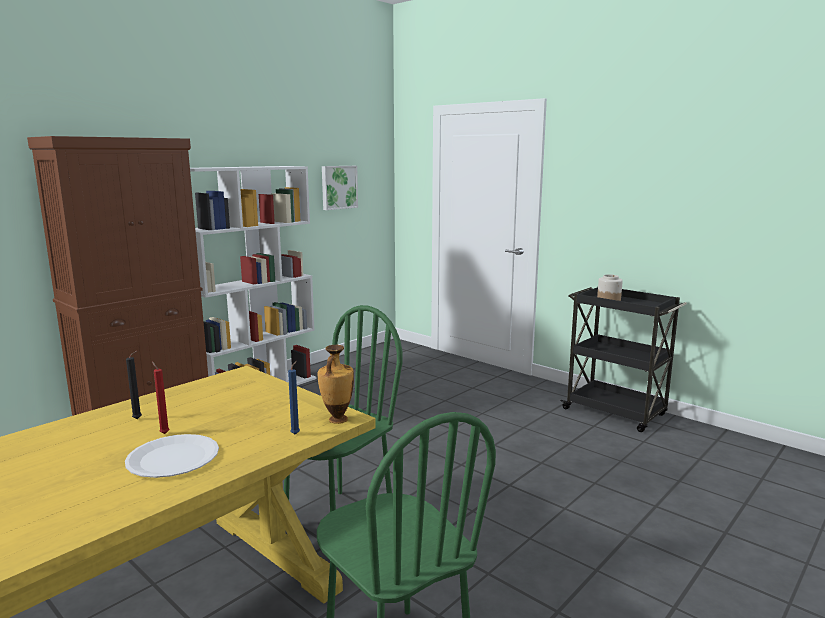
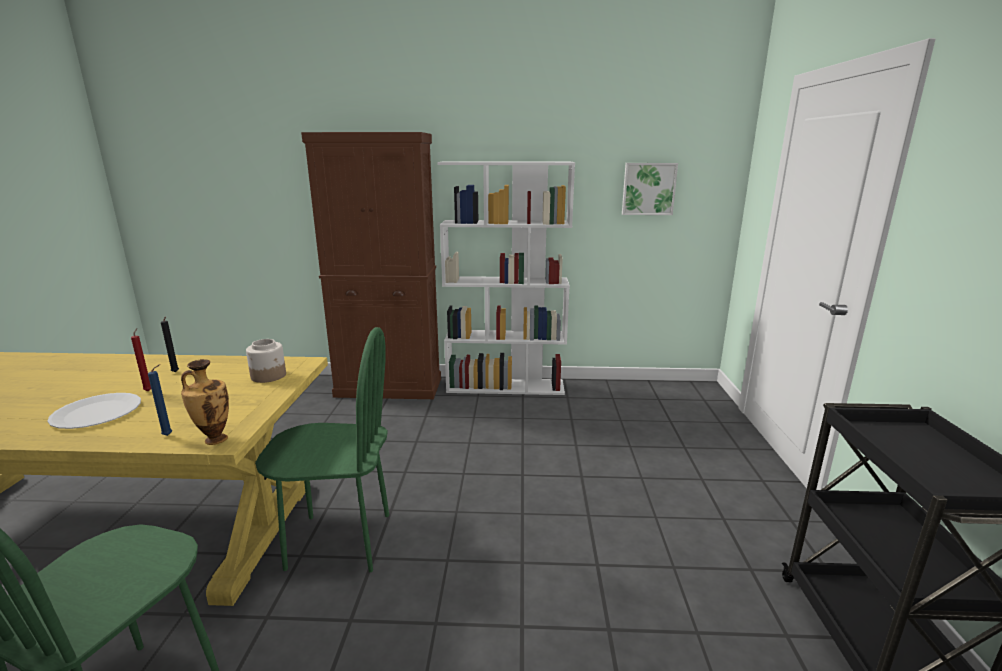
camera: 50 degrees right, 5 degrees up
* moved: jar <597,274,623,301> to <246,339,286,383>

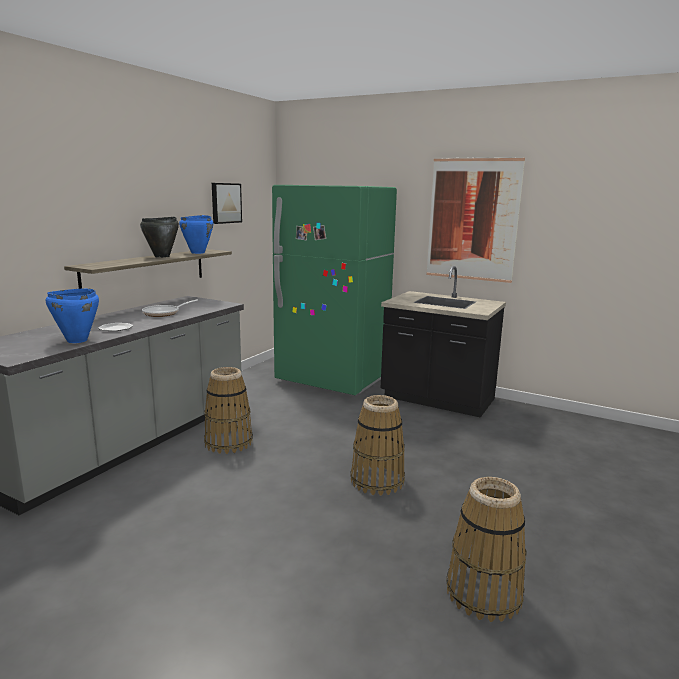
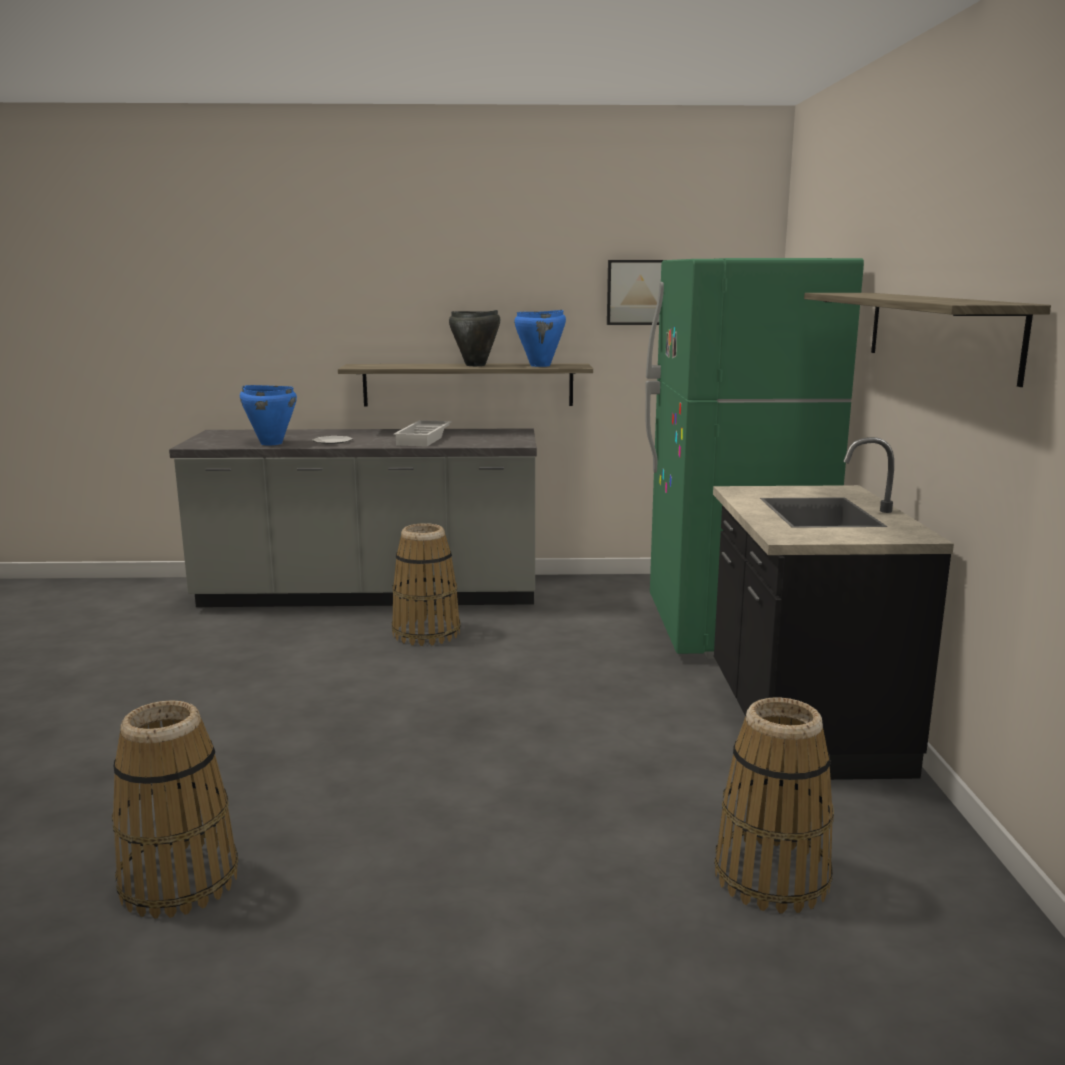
camera: 60 degrees right, 0 degrees up
* replaced: frying pan <142,300,198,317> to whitish serving tray <393,420,452,447>
* moved: basket <350,395,405,496> to <714,697,834,914>
* replaced: wall art <426,157,525,283> to bracket shelf <804,293,1051,387>

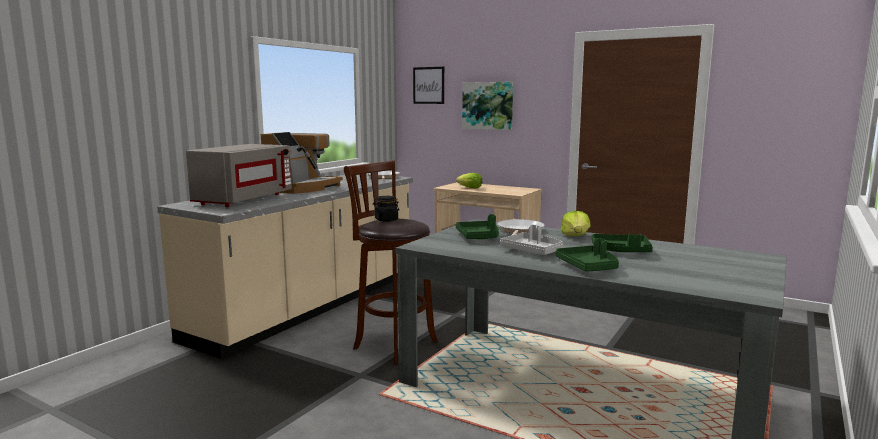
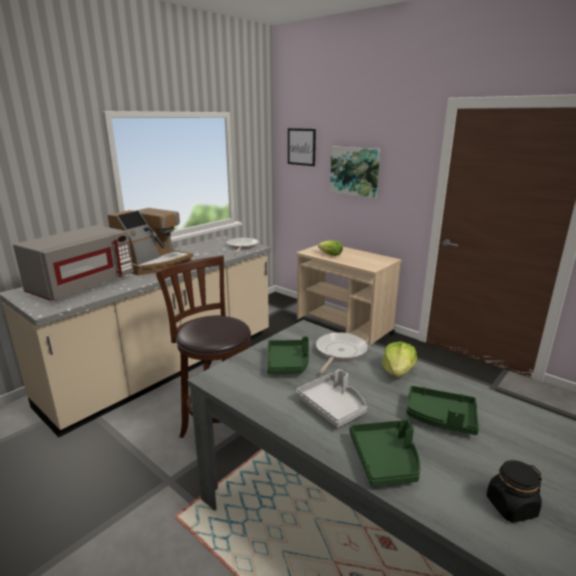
camera: 10 degrees right, 10 degrees up
* moved: blackish jar <373,196,399,221> to <486,460,542,523>

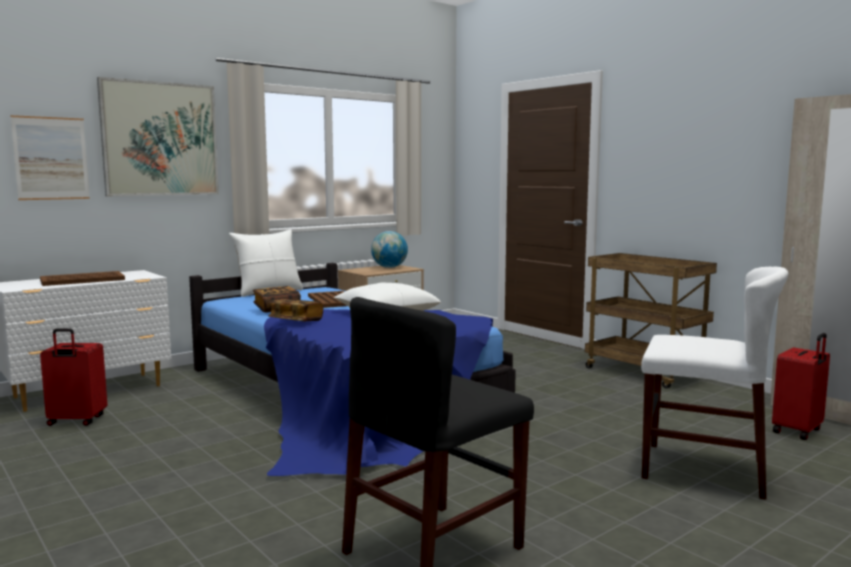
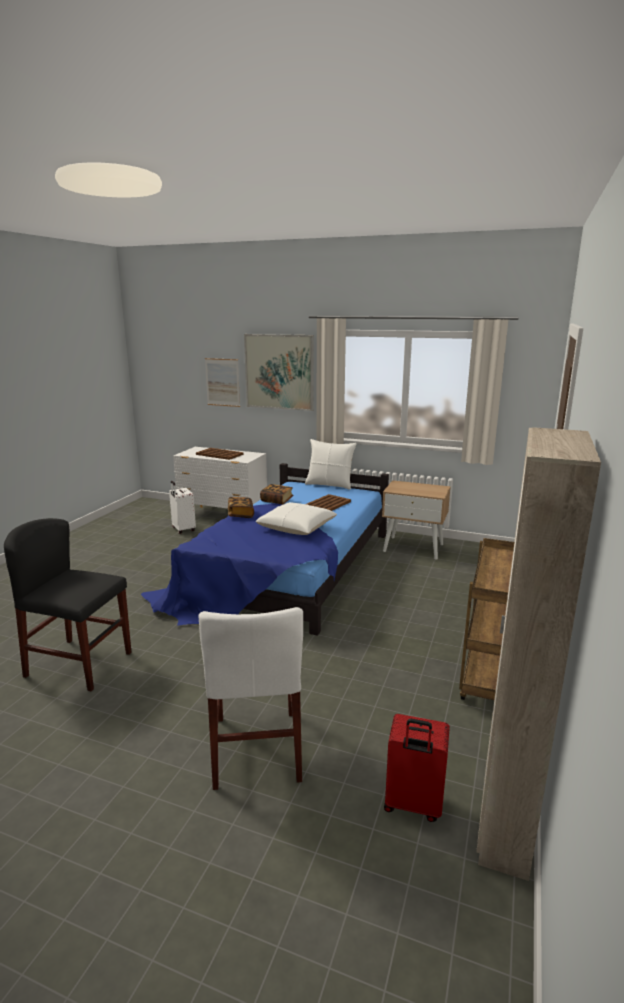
camera: 60 degrees right, 10 degrees up
* recoloured: red piece of luggage <40,328,107,426> to whitish piece of luggage <169,481,196,534>
* removed: desk globe <371,231,408,268>

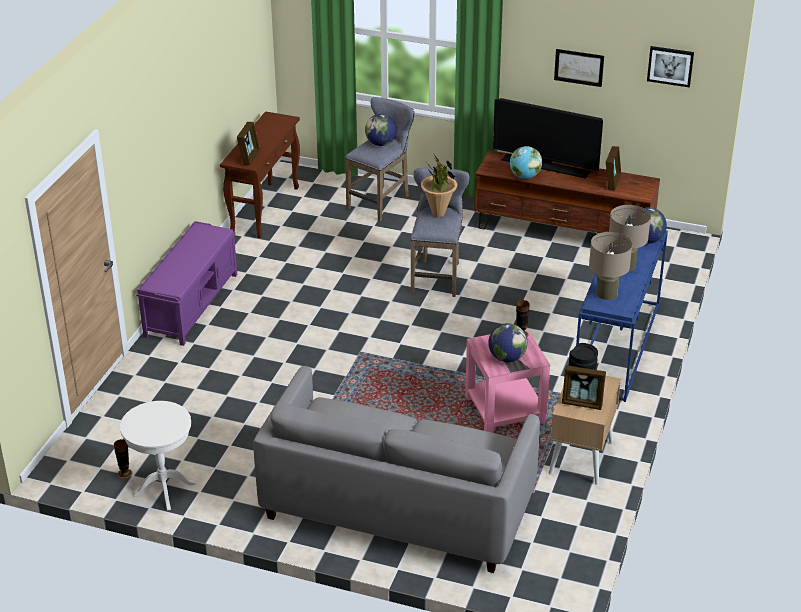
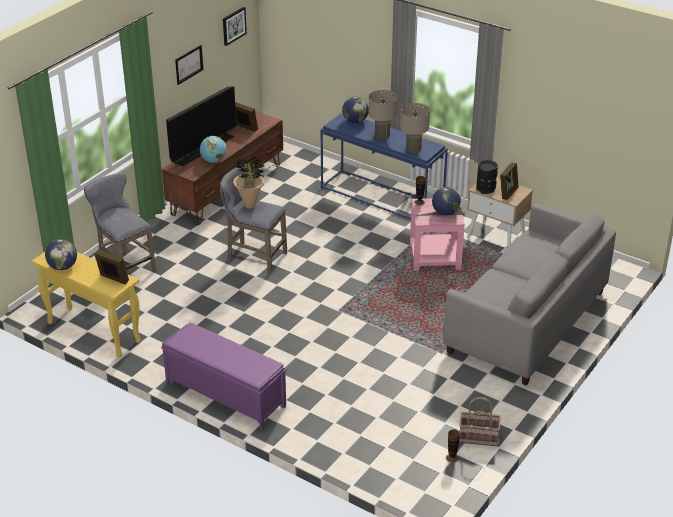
camera: 75 degrees left, 0 degrees up
* recoloured: brownish console table <220,111,300,238> to yellow console table <32,252,141,358>
* moved: desk globe <365,114,397,146> to <45,239,77,270>
* replaced: whitish side table <120,401,195,511> to basket <459,397,501,446>

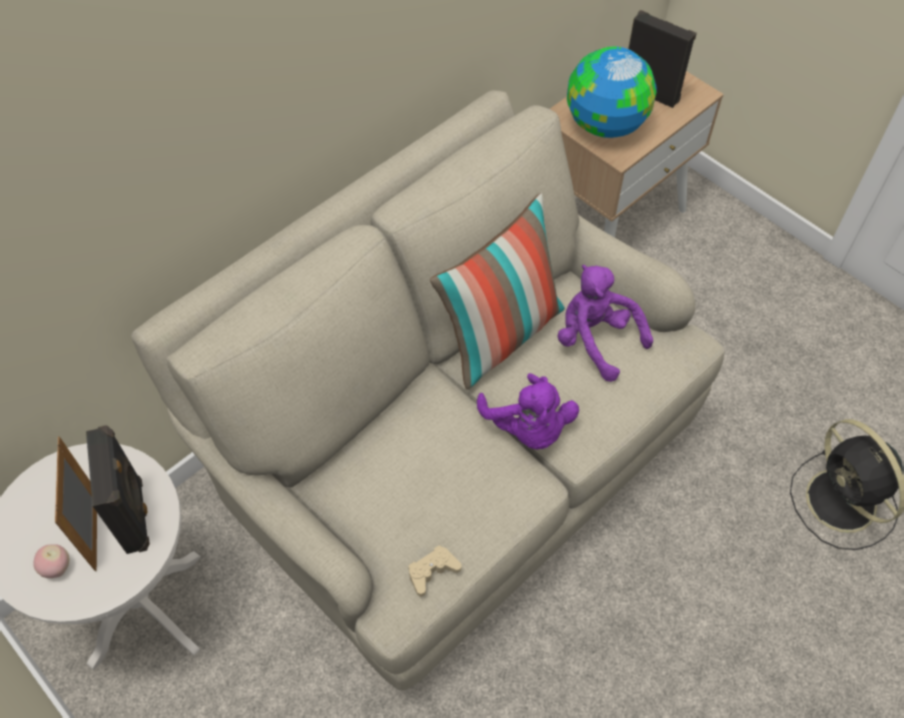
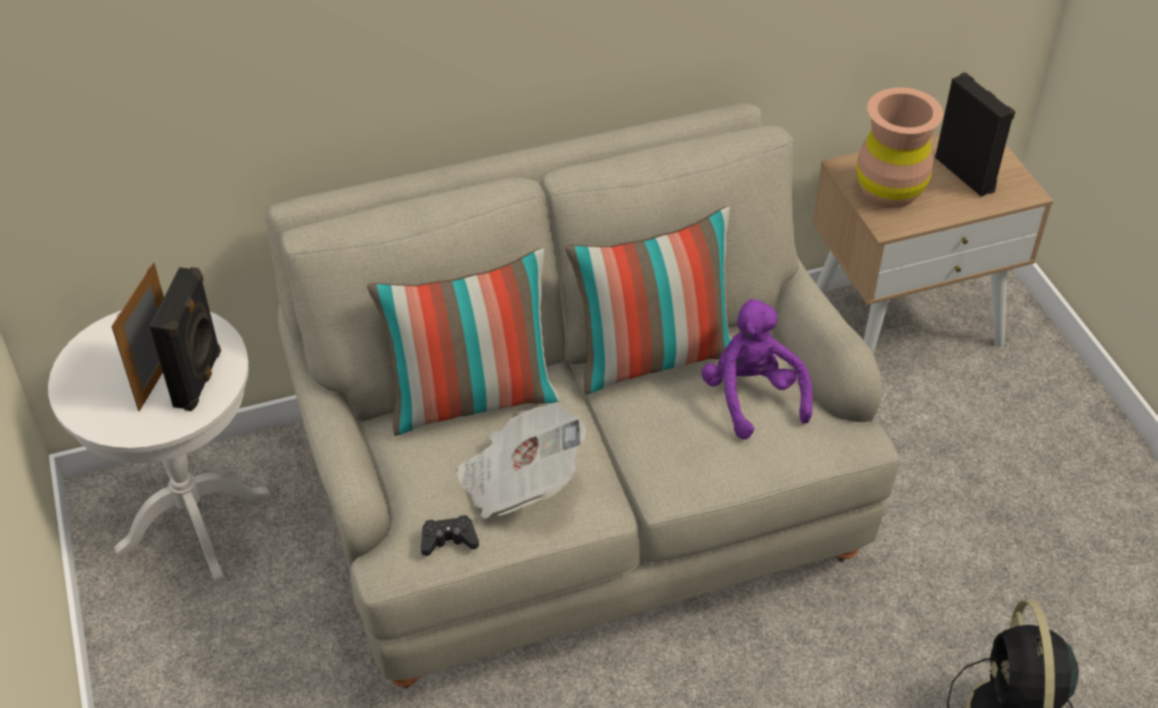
camera: 25 degrees right, 10 degrees down
* added: cushion <367,248,560,436>
* recoloured: beige-coloured gamepad <408,545,461,596> to blackish gamepad <421,515,479,556>
* added: printed paper <456,403,587,519>
* replaced: desk globe <567,46,657,138> to brownish flower vase <856,87,943,208>
* removed: apple <33,544,69,578>
* removed: purplish plush toy <477,373,579,450>

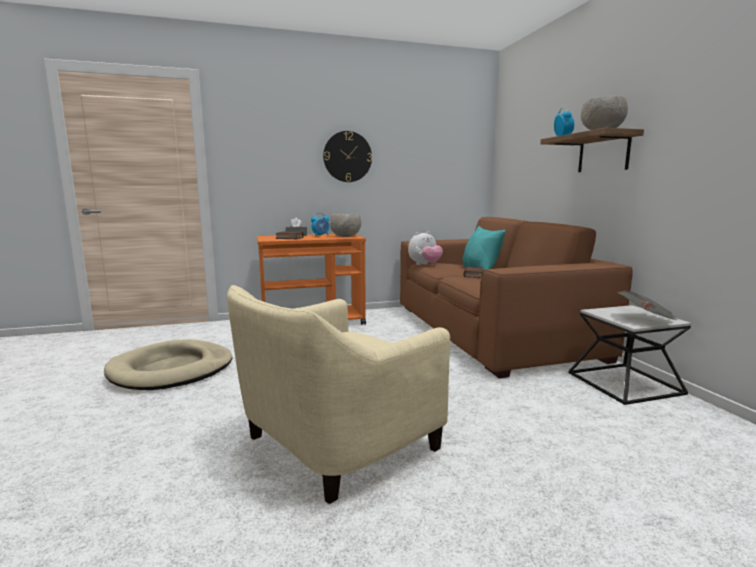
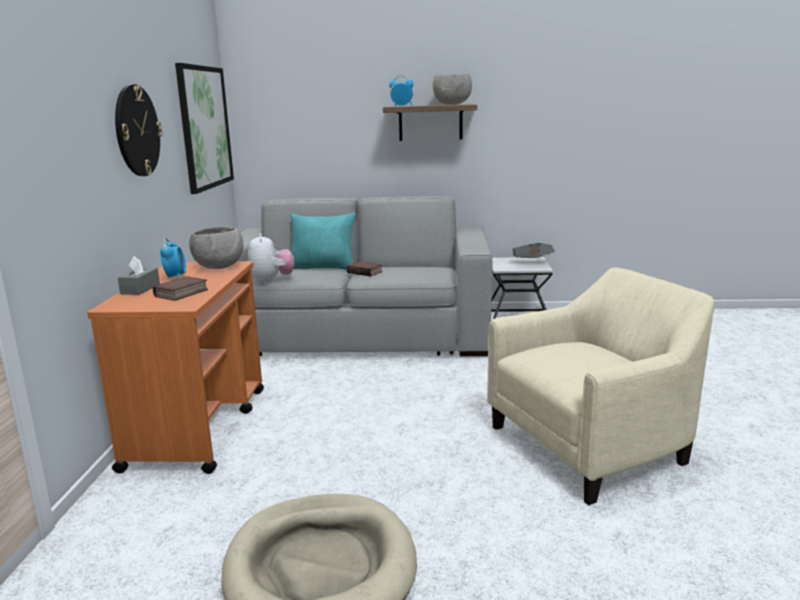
camera: 70 degrees left, 5 degrees up
* added: wall art <175,63,234,194>
* recoloured: brownish couch <400,217,633,378> to gray couch <238,196,492,356>
* turned: beige-coloured armchair <227,285,451,504> = <487,267,715,505> 90 degrees counterclockwise

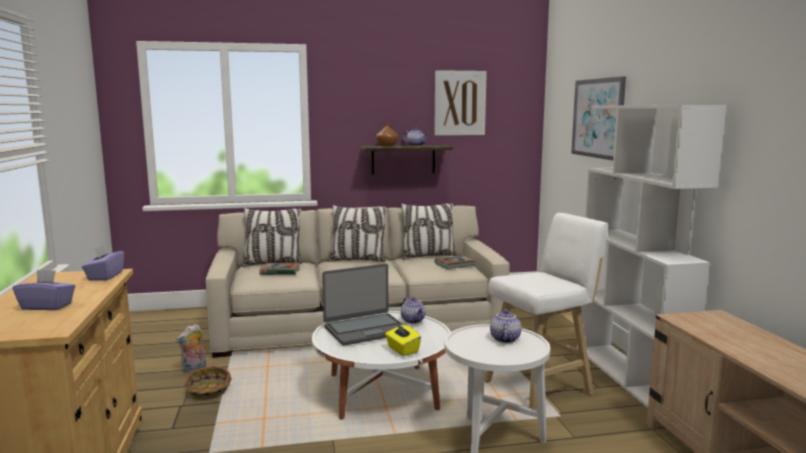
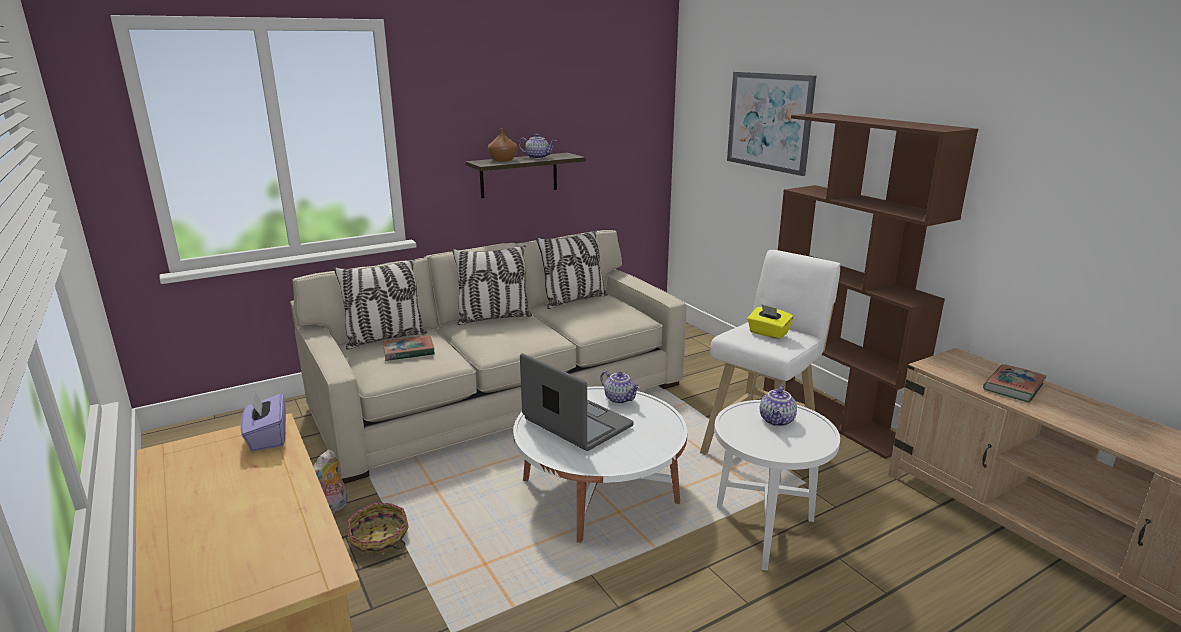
camera: 20 degrees left, 10 degrees up
* turned: laptop <322,264,404,346> = <520,353,634,451> 90 degrees counterclockwise
* moved: yellow tissue holder <385,322,421,356> to <747,304,793,339>
* turned: tea pot <490,309,521,343> = <760,385,797,427> 150 degrees counterclockwise
* recoloured: whitish shelving unit <577,105,726,408> to brownish shelving unit <763,113,978,459>
* moved: volume <435,255,476,269> to <983,364,1047,402>
* removed: purplish tissue holder <13,270,75,310>
* removed: wall art <434,70,487,136>

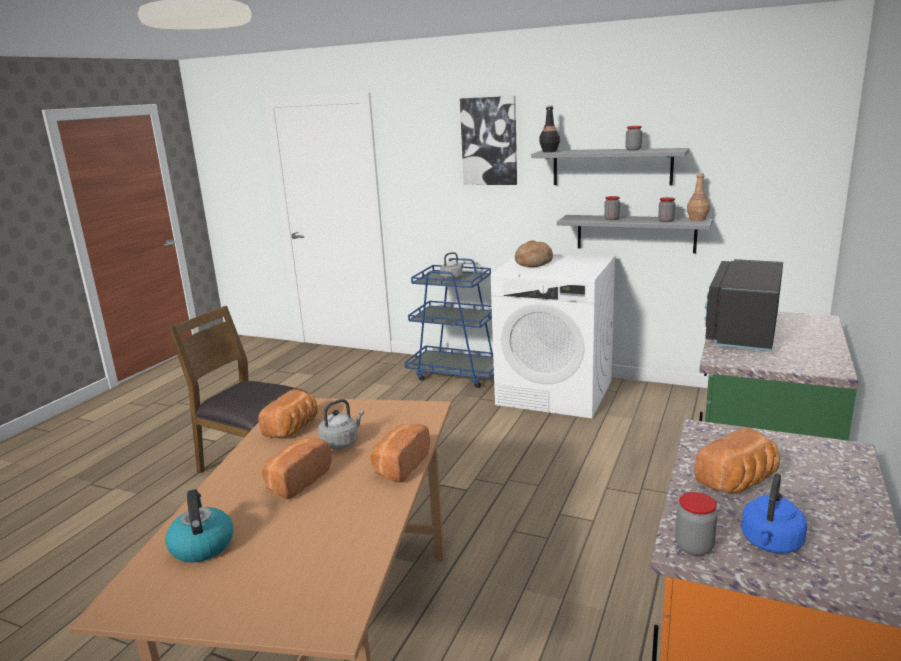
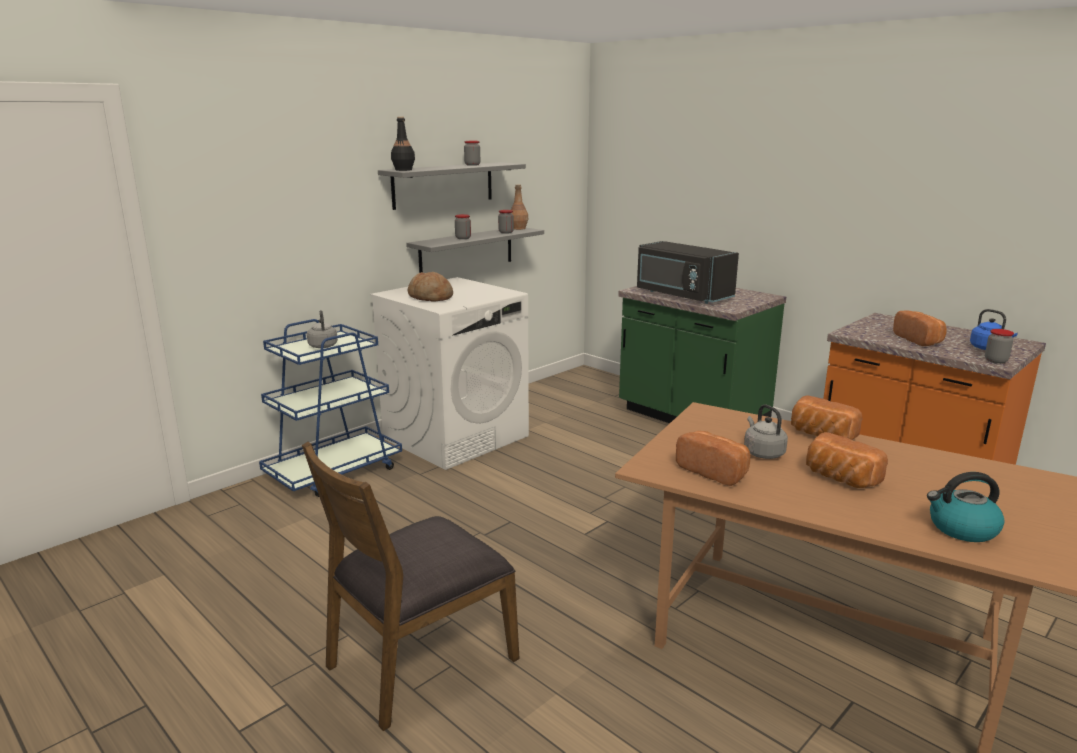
camera: 70 degrees left, 0 degrees up
* removed: wall art <460,96,517,185>

